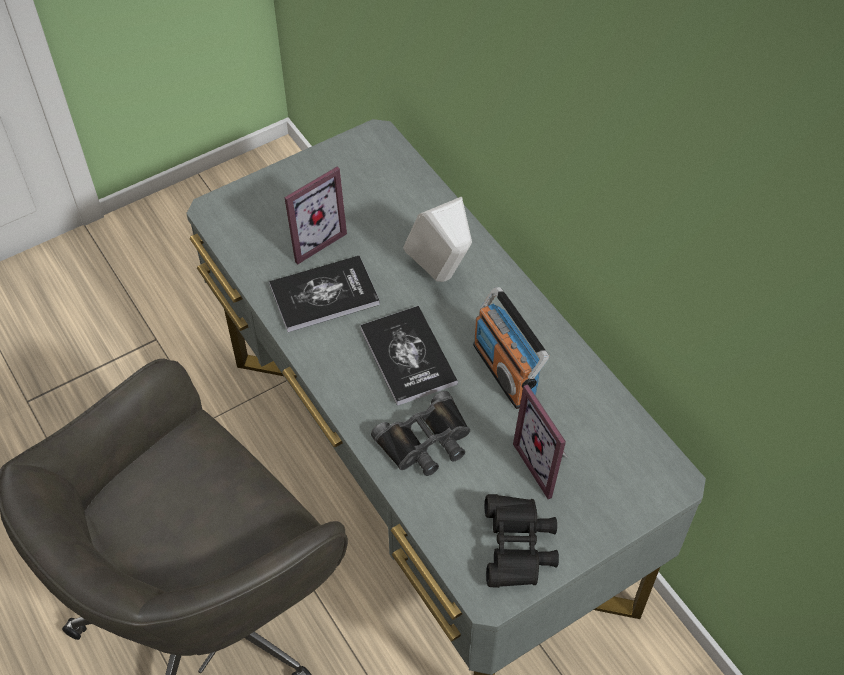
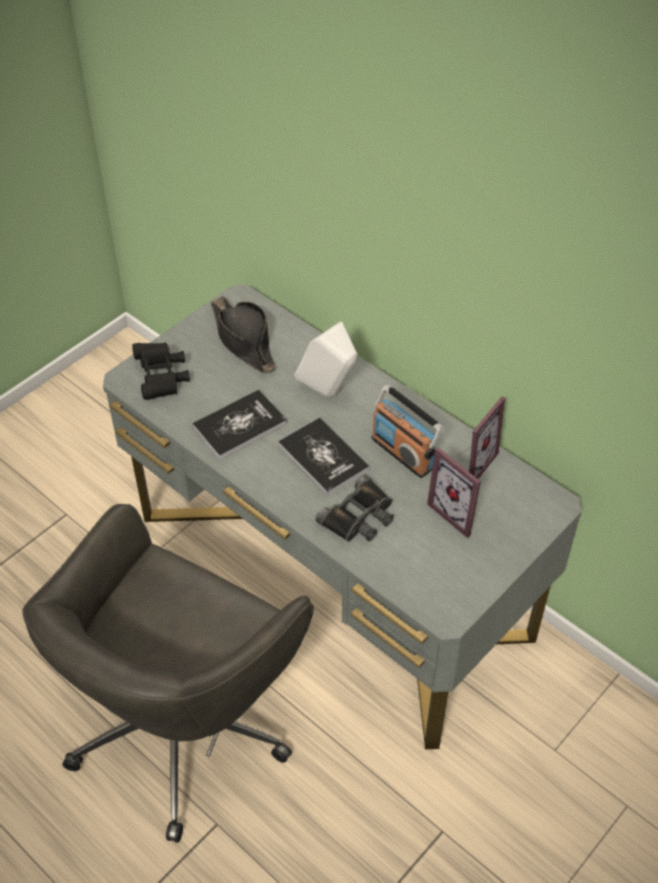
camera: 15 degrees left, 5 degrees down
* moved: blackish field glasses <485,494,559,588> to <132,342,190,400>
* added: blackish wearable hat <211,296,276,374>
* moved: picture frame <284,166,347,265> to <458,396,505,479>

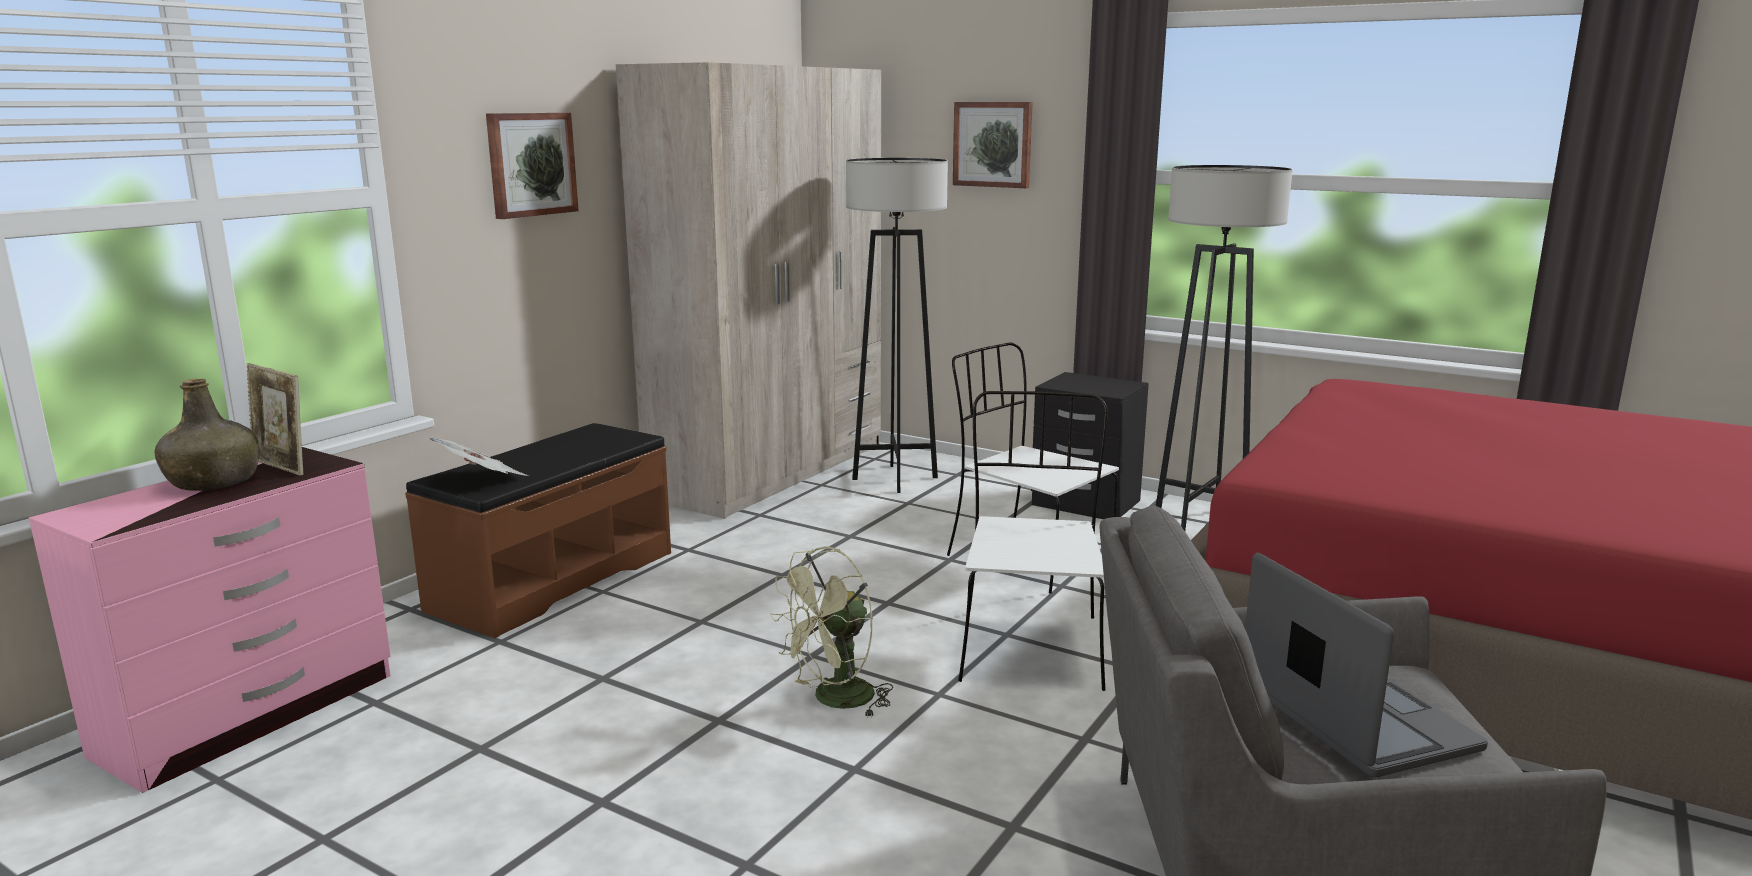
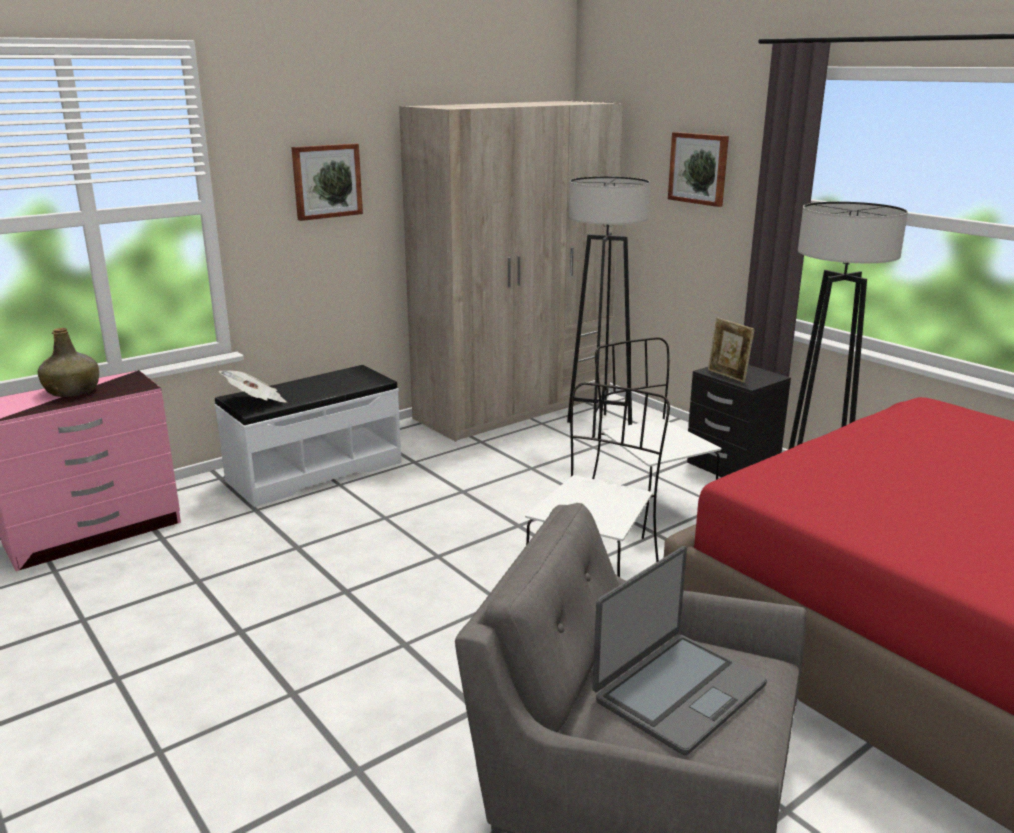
camera: 20 degrees right, 5 degrees up
* recoloured: brownish long seat <405,423,671,638> to whitish long seat <215,365,402,507>
* turned: laptop <1245,553,1488,777> = <593,546,767,755> 45 degrees clockwise
* moved: picture frame <247,363,303,476> to <708,317,755,383>
* removed: green-coloured cooling fan <770,546,893,718>

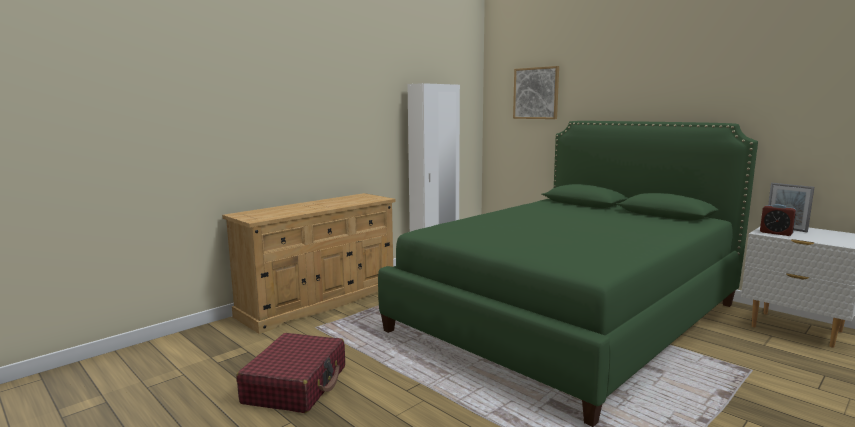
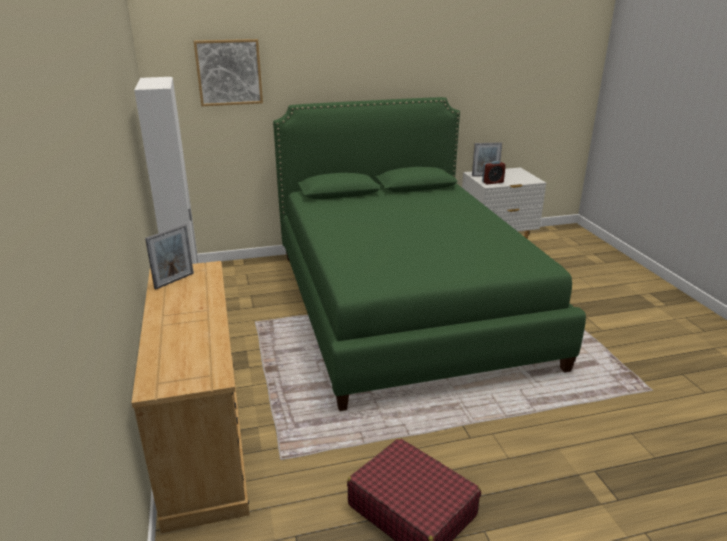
camera: 60 degrees left, 15 degrees up
* added: picture frame <145,224,194,290>

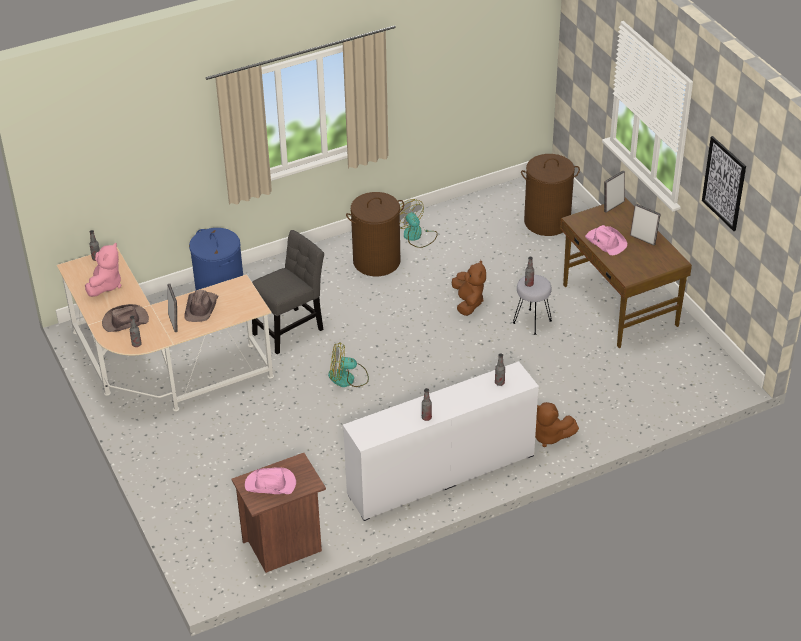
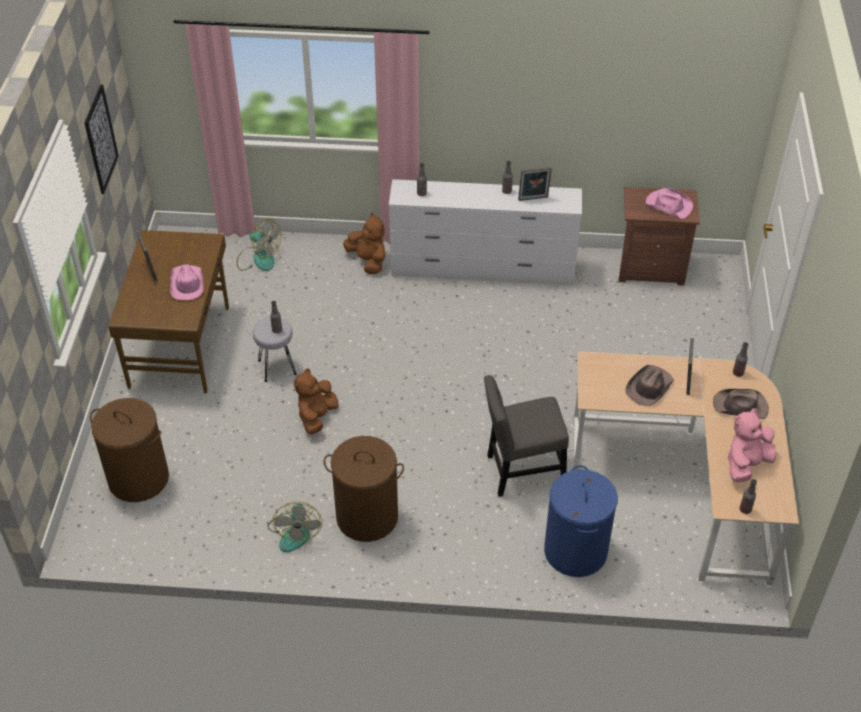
camera: 150 degrees left, 5 degrees up
* moved: cooling fan <328,342,369,387> to <237,219,281,271>
* moved: picture frame <604,171,625,213> to <518,167,552,201>

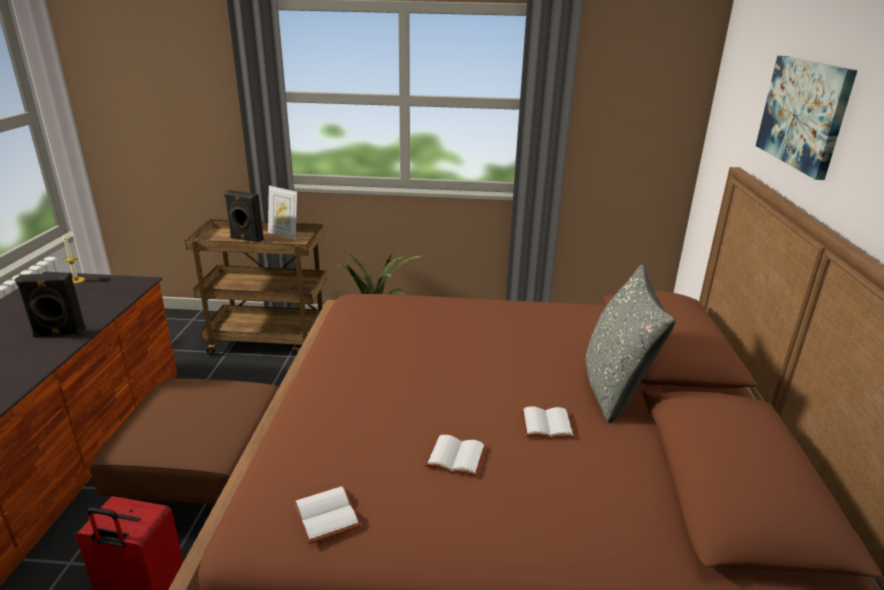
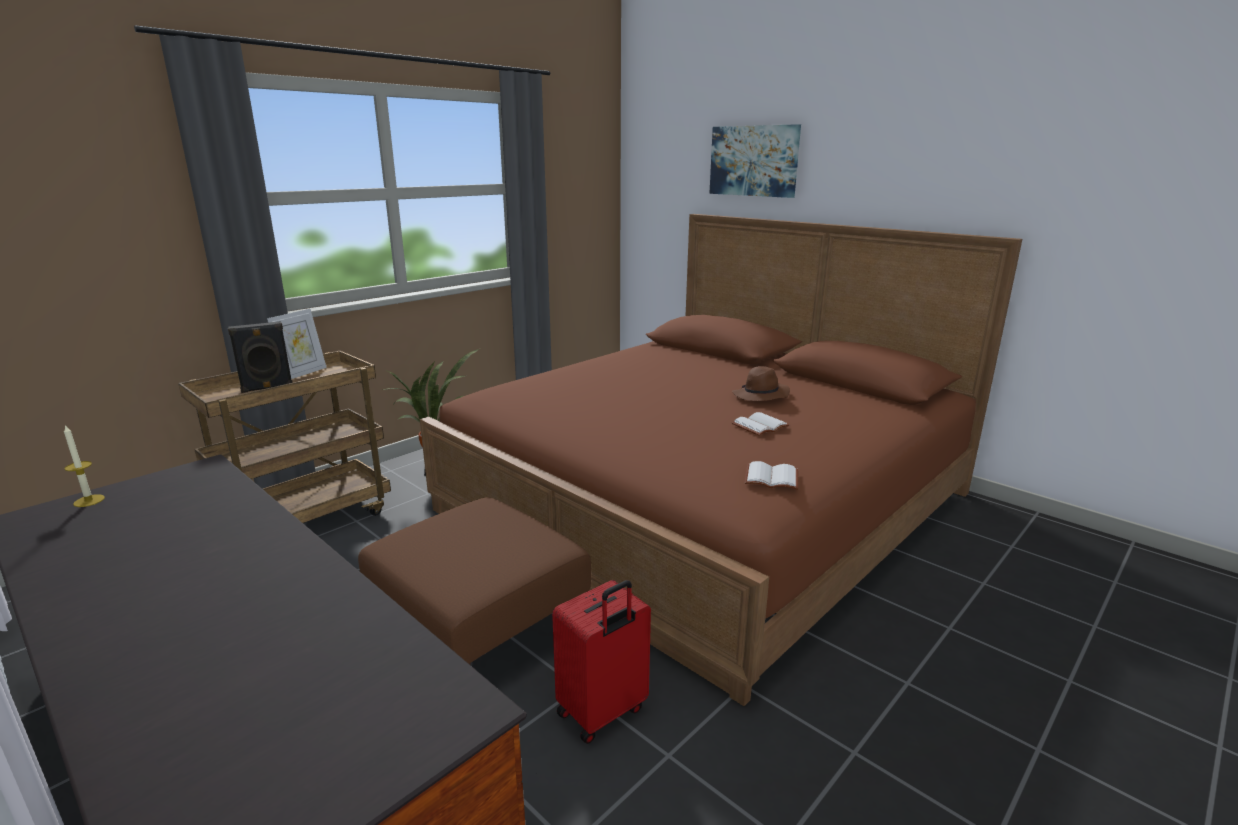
camera: 50 degrees left, 5 degrees down
* turned: picture frame <268,185,297,240> = <267,309,327,379> 45 degrees counterclockwise
* replaced: whitish volume <521,406,576,439> to brownish wearable hat <732,366,790,401>
* removed: blackish loudspeaker <15,273,85,337>
* removed: gray cushion <586,264,676,423>

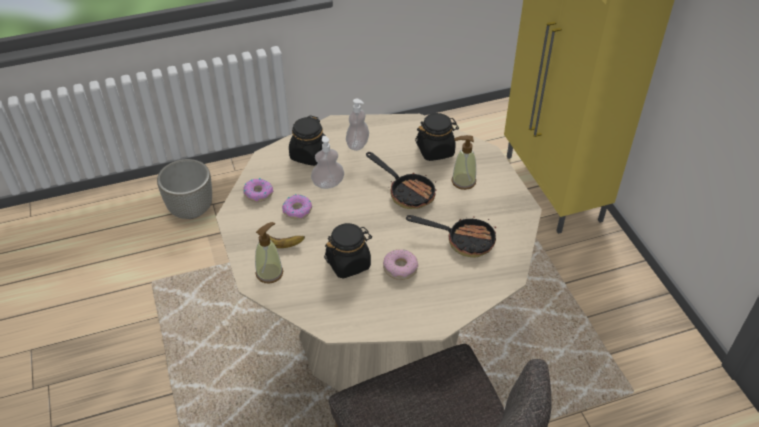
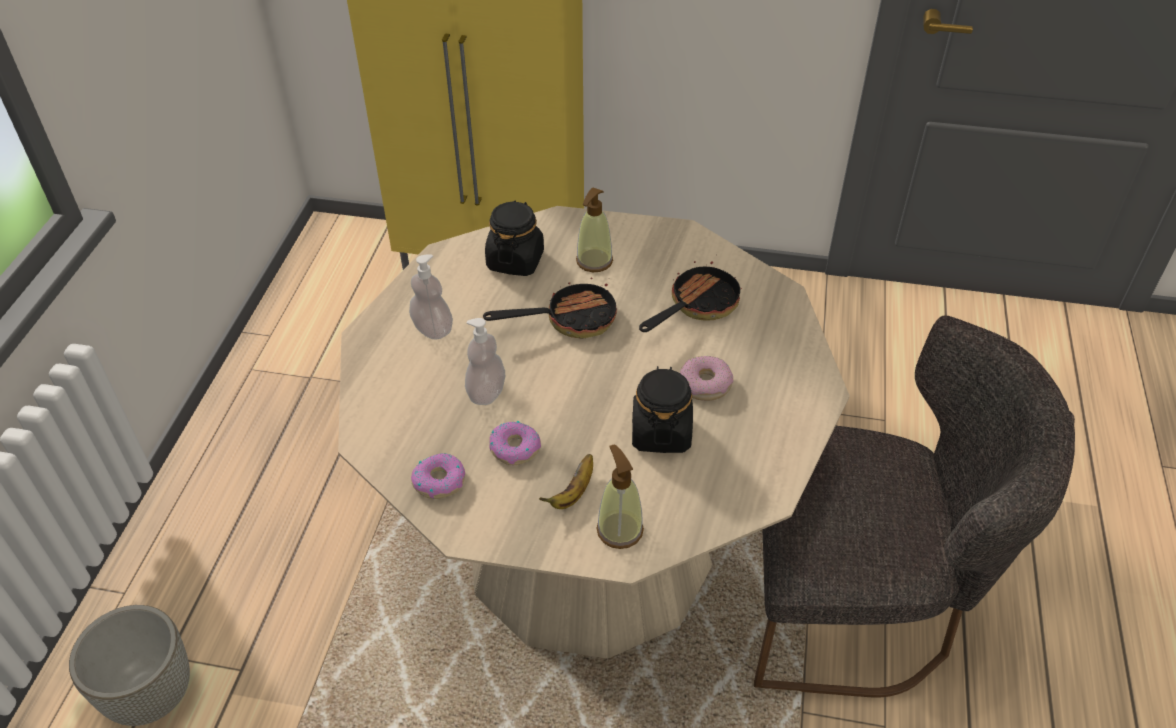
camera: 60 degrees left, 0 degrees up
* removed: blackish jar <289,115,326,166>

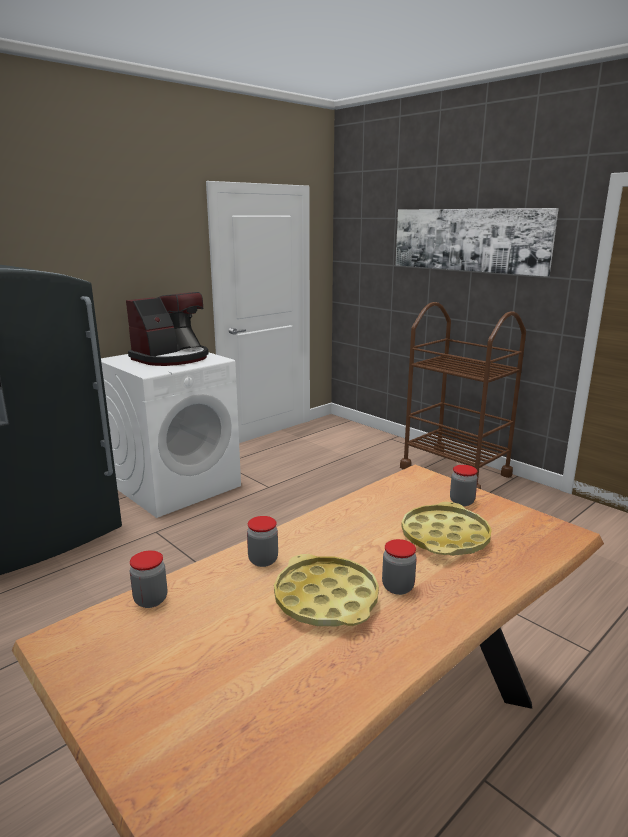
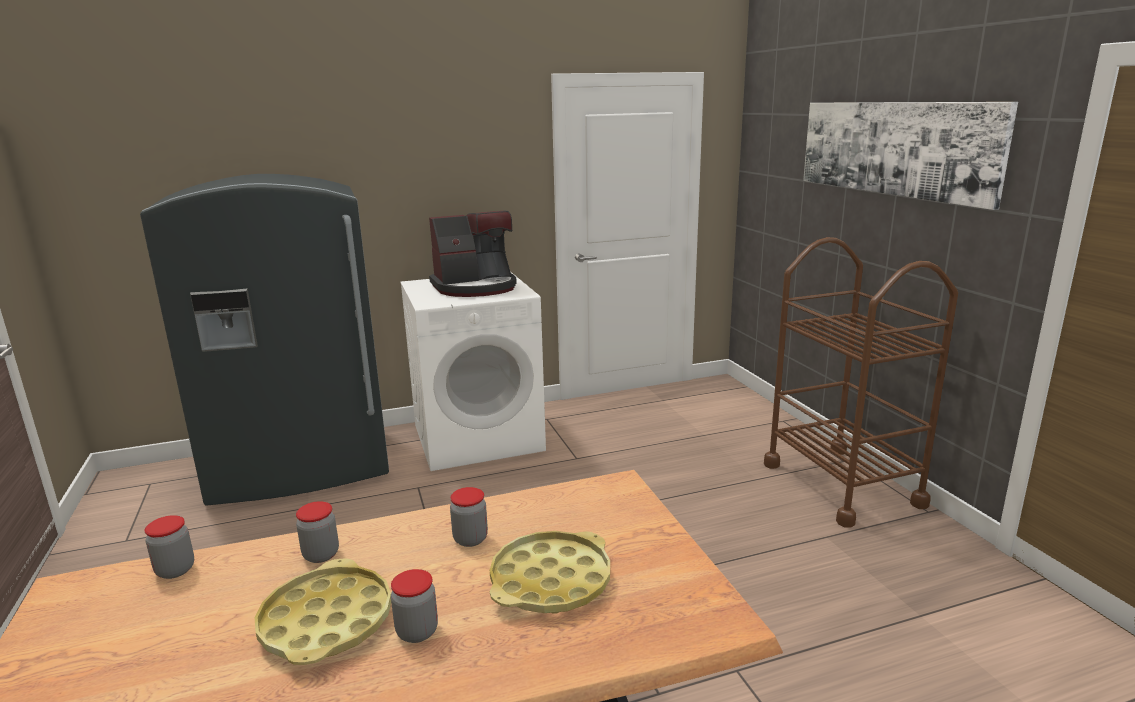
camera: 25 degrees right, 0 degrees up
* moved: jar <450,465,478,506> to <450,487,488,547>

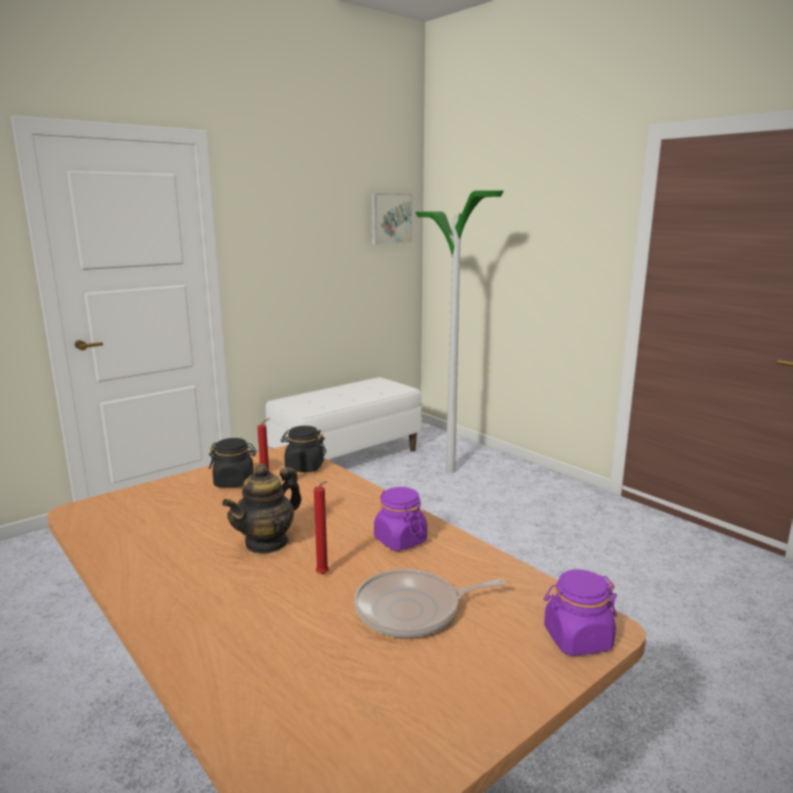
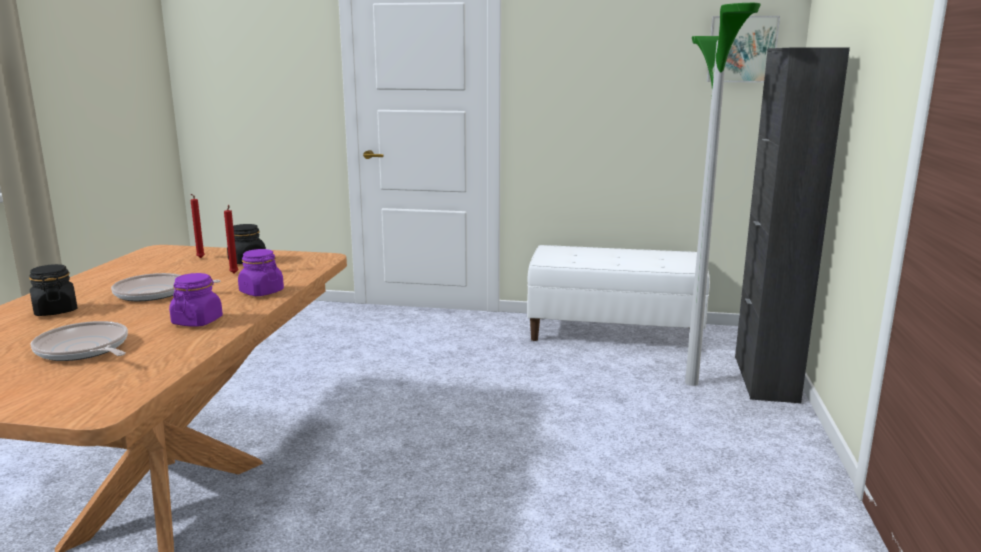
camera: 50 degrees right, 0 degrees up
* moved: blackish jar <281,426,326,472> to <29,264,77,316>
* replaced: tea pot <222,463,302,554> to frying pan <111,273,220,301>
* moved: red candle <314,481,329,575> to <191,194,205,258>
* moved: purplish jar <544,569,617,656> to <238,249,284,296>
* added: blackish cupboard <735,47,850,403>

